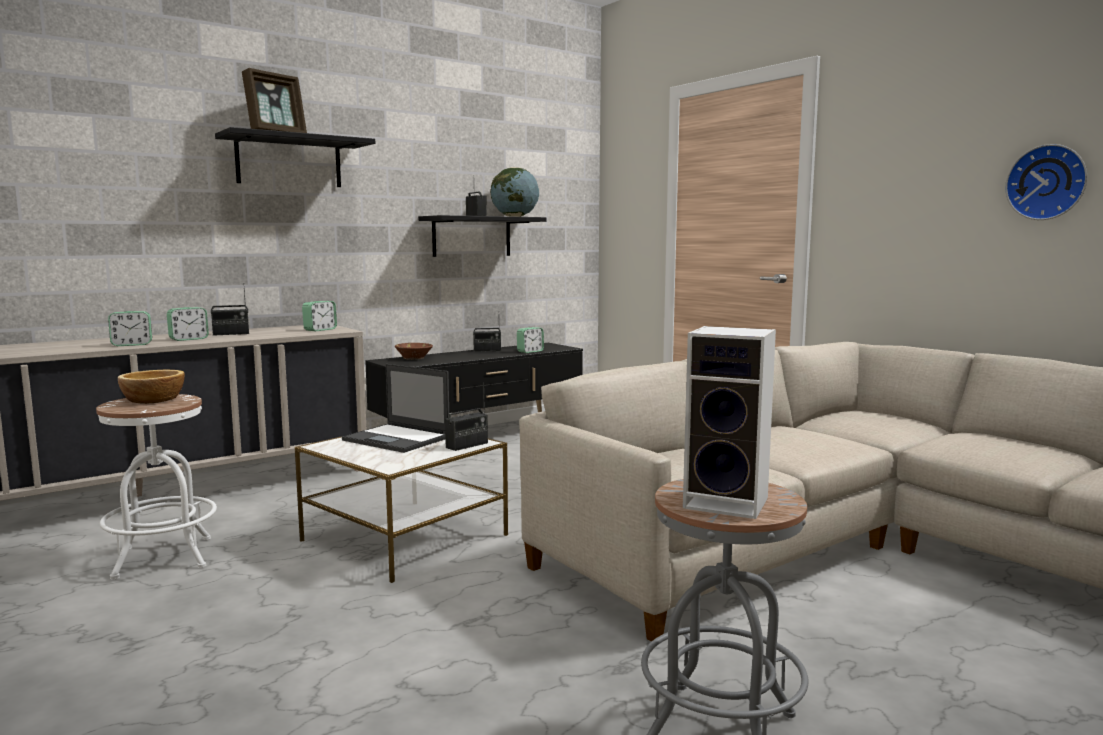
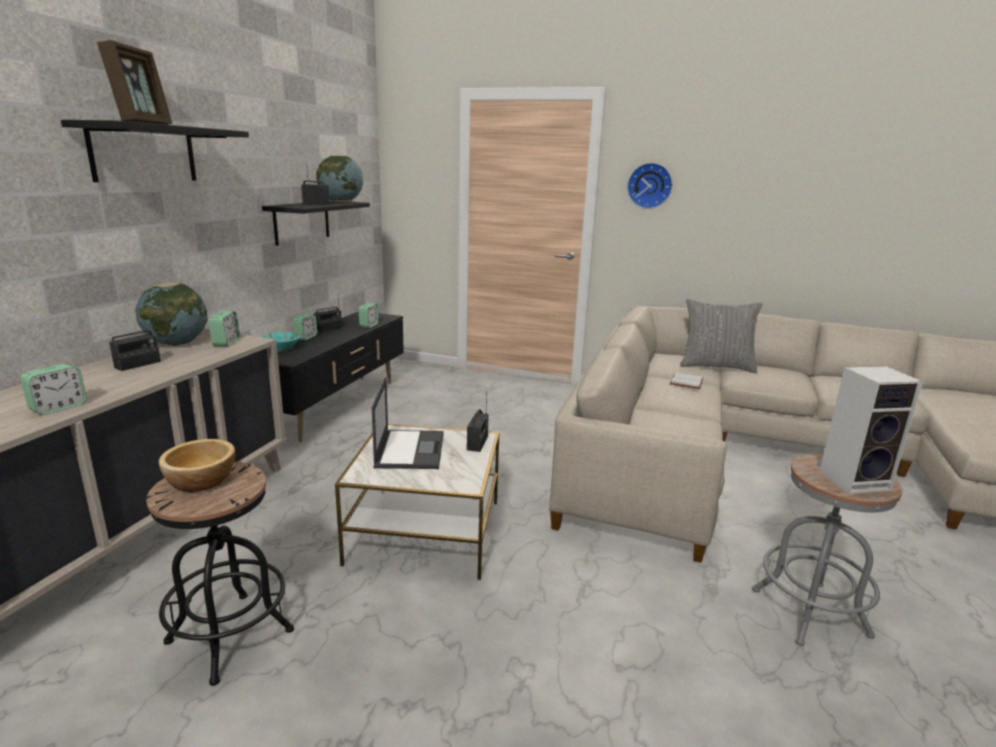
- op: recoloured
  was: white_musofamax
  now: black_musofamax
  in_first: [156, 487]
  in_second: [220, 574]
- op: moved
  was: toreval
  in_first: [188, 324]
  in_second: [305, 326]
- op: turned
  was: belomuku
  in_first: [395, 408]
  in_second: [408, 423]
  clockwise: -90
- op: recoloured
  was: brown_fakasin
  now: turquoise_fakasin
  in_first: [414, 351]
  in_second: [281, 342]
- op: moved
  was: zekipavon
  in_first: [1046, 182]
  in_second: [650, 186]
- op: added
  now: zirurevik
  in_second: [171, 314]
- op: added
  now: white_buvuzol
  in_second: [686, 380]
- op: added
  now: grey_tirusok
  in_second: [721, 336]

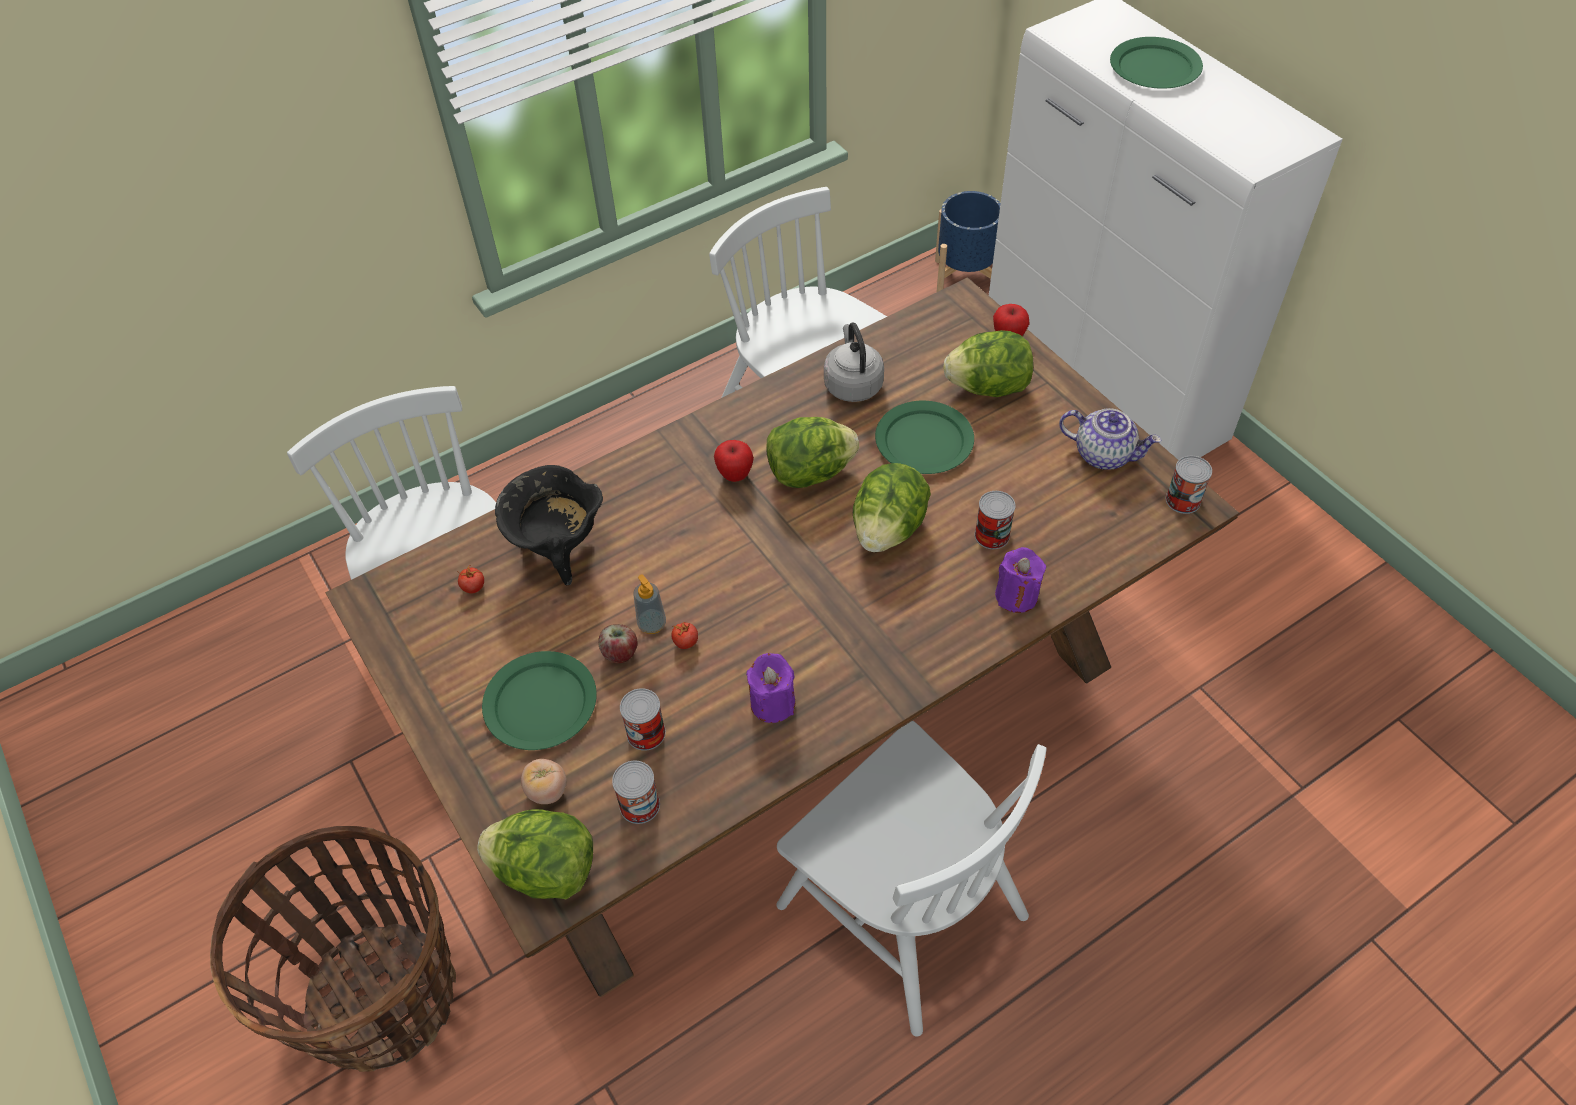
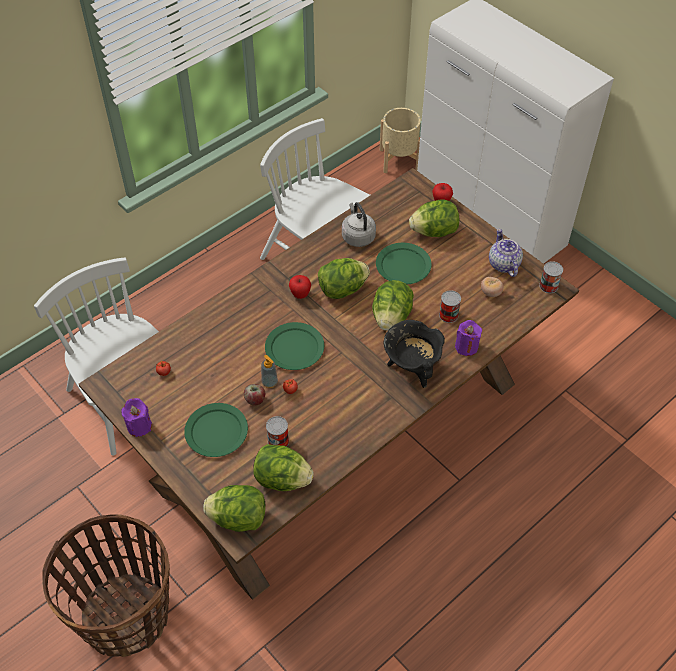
- op: moved
  was: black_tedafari
  in_first: [549, 525]
  in_second: [414, 354]
- op: moved
  was: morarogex
  in_first: [544, 781]
  in_second: [492, 287]
- op: replaced
  was: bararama
  now: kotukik
  in_first: [636, 792]
  in_second: [283, 467]
- op: moved
  was: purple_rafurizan
  in_first: [770, 688]
  in_second: [136, 417]
- op: removed
  was: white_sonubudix
  in_first: [911, 879]
- op: recoloured
  was: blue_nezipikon
  now: beige_nezipikon
  in_first: [968, 241]
  in_second: [400, 140]
- op: turned
  was: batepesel
  in_first: [1110, 439]
  in_second: [506, 252]
  clockwise: -120
- op: moved
  was: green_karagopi
  in_first: [1156, 63]
  in_second: [294, 346]

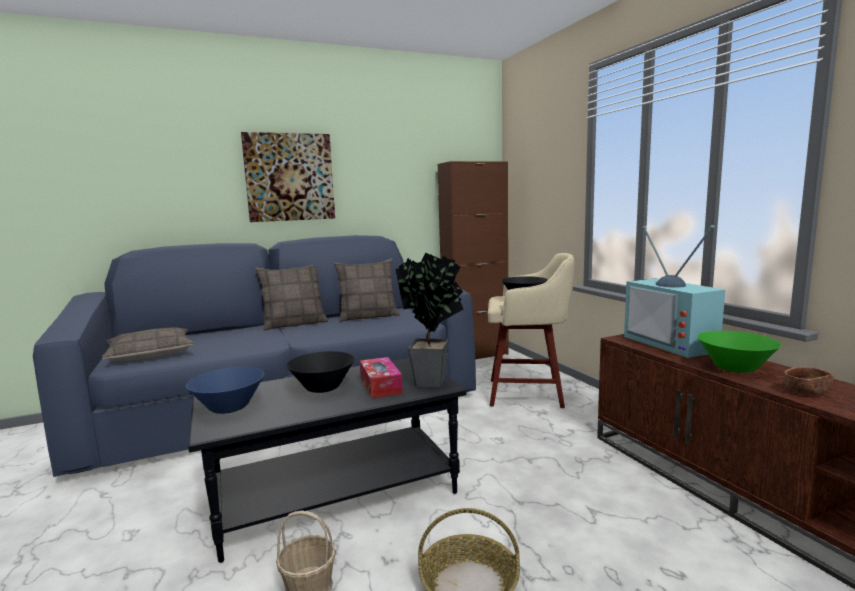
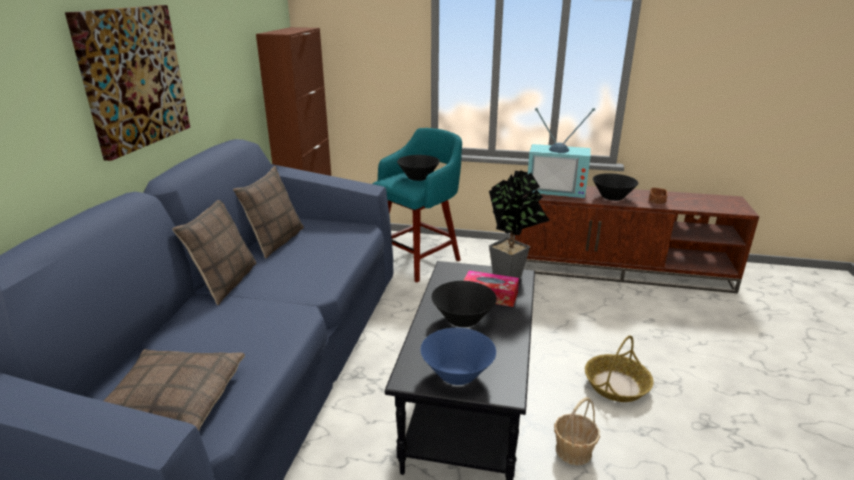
- op: recoloured
  was: beige_musofamax
  now: turquoise_musofamax
  in_first: [531, 330]
  in_second: [417, 205]
- op: recoloured
  was: green_fakasin
  now: black_fakasin
  in_first: [739, 352]
  in_second: [615, 187]

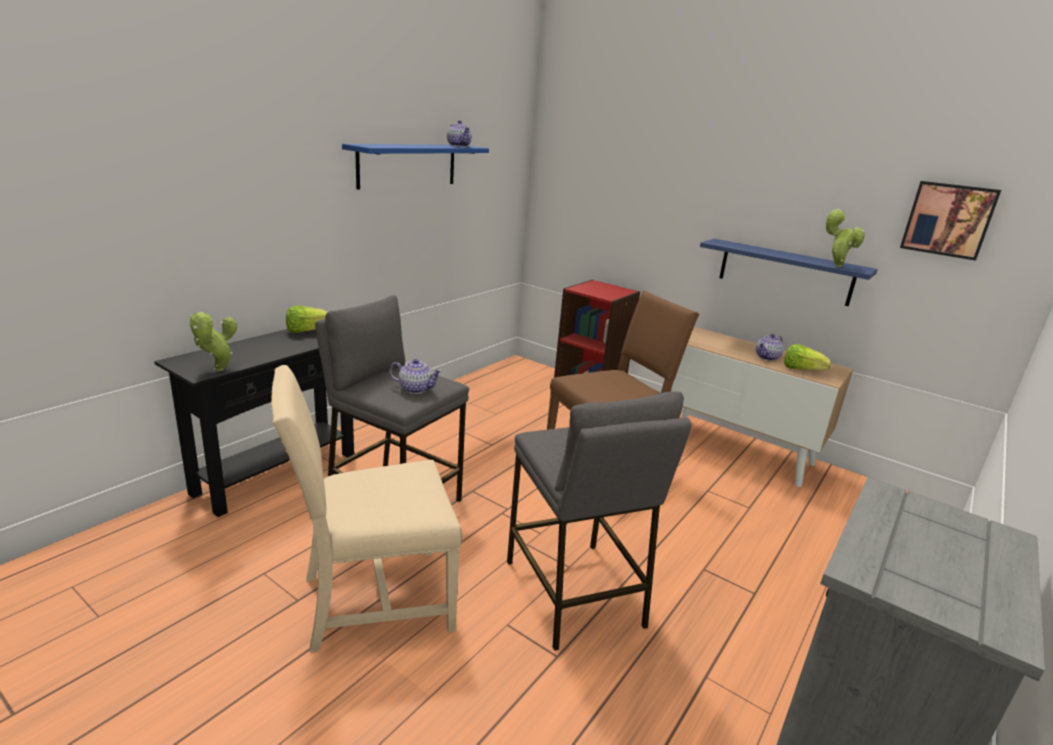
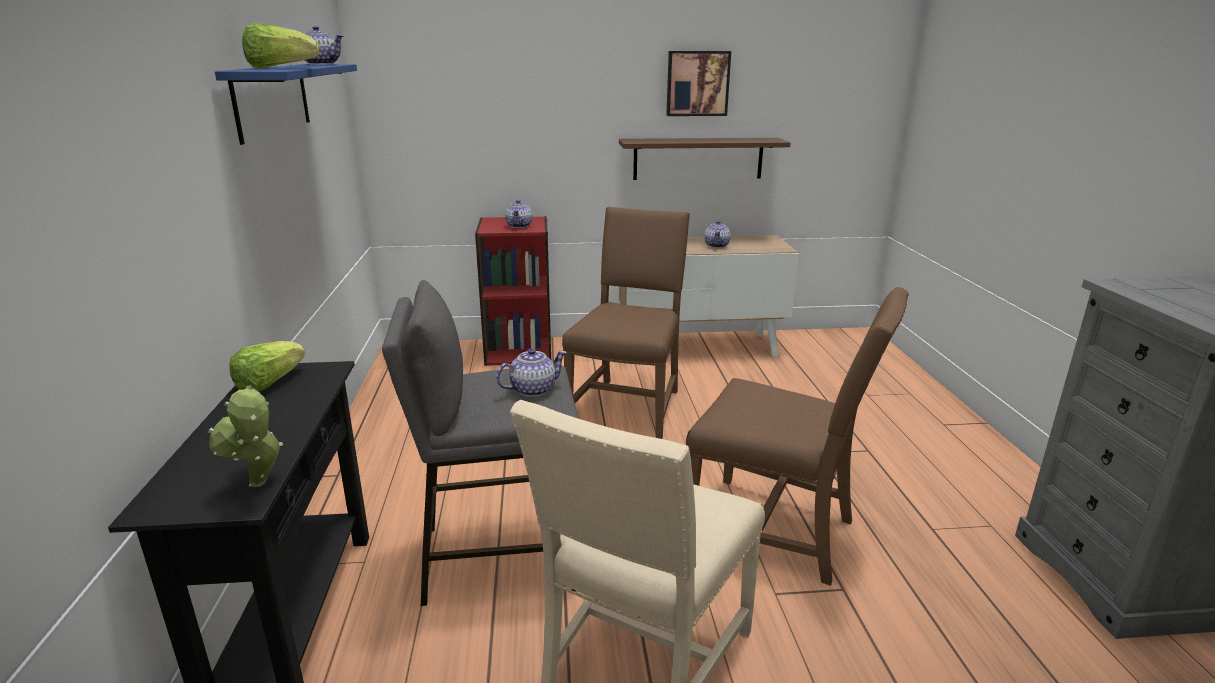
- op: replaced
  was: grey_musofamax
  now: brown_sonubudix
  in_first: [599, 521]
  in_second: [797, 436]
- op: recoloured
  was: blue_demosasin
  now: brown_demosasin
  in_first: [789, 272]
  in_second: [704, 159]
- op: moved
  was: kotukik
  in_first: [807, 357]
  in_second: [280, 45]
- op: removed
  was: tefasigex
  in_first: [845, 238]
- op: moved
  was: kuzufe
  in_first: [950, 221]
  in_second: [698, 83]
- op: added
  now: batepesel
  in_second: [518, 214]

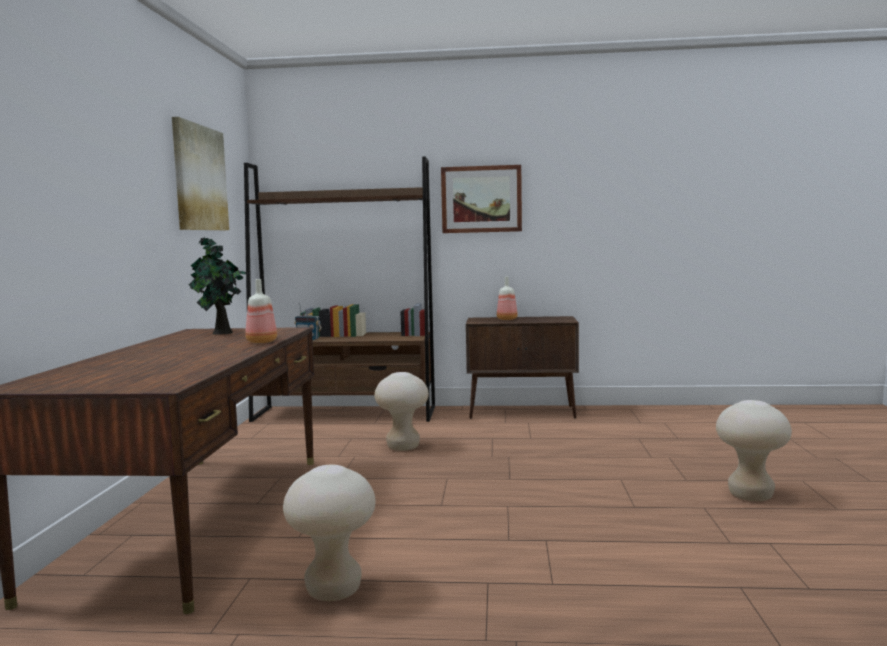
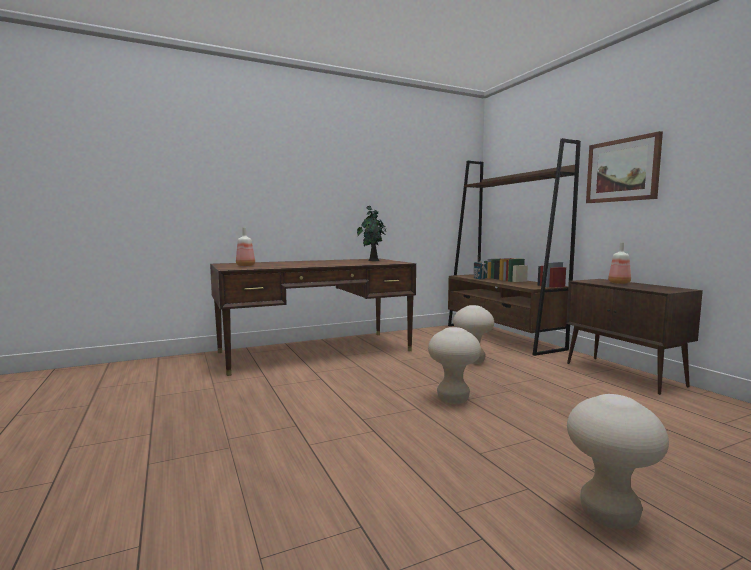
- op: removed
  was: kuzufe
  in_first: [200, 173]
- op: moved
  was: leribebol
  in_first: [261, 311]
  in_second: [245, 246]
- op: moved
  was: beige_musofamax
  in_first: [329, 533]
  in_second: [454, 365]

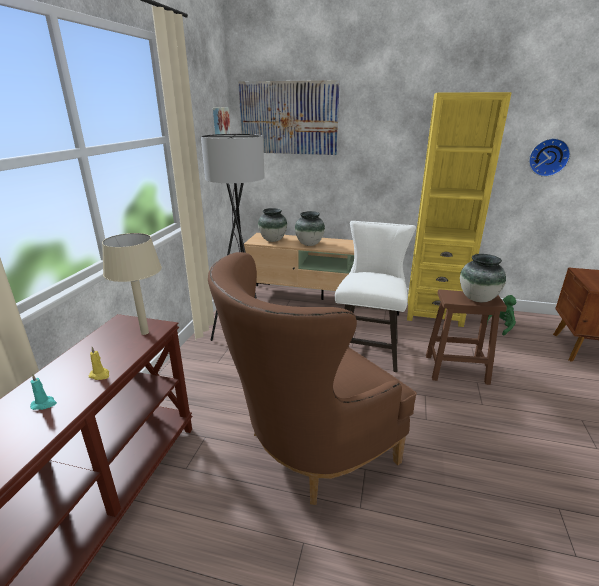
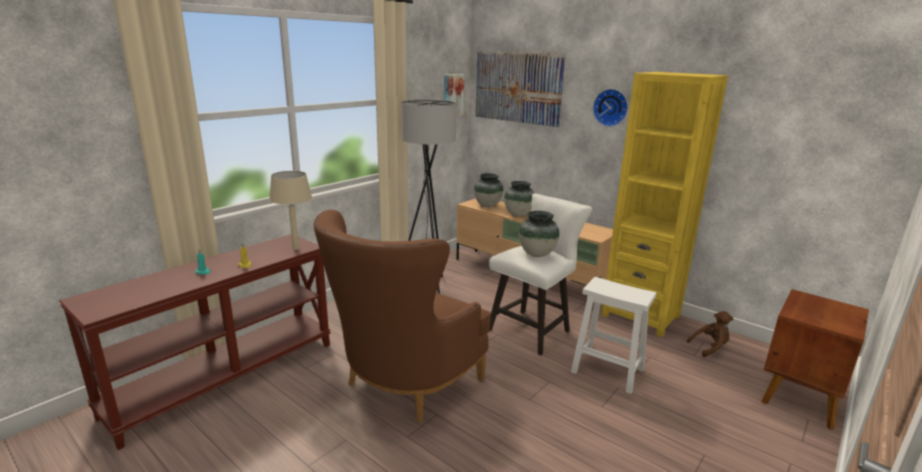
- op: turned
  was: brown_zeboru
  in_first: [312, 378]
  in_second: [402, 316]
  clockwise: -45
- op: recoloured
  was: brown_musofamax
  now: white_musofamax
  in_first: [466, 337]
  in_second: [613, 335]
- op: moved
  was: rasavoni
  in_first: [483, 278]
  in_second: [539, 234]
- op: recoloured
  was: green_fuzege
  now: brown_fuzege
  in_first: [501, 315]
  in_second: [710, 334]
- op: moved
  was: zekipavon
  in_first: [550, 157]
  in_second: [610, 108]

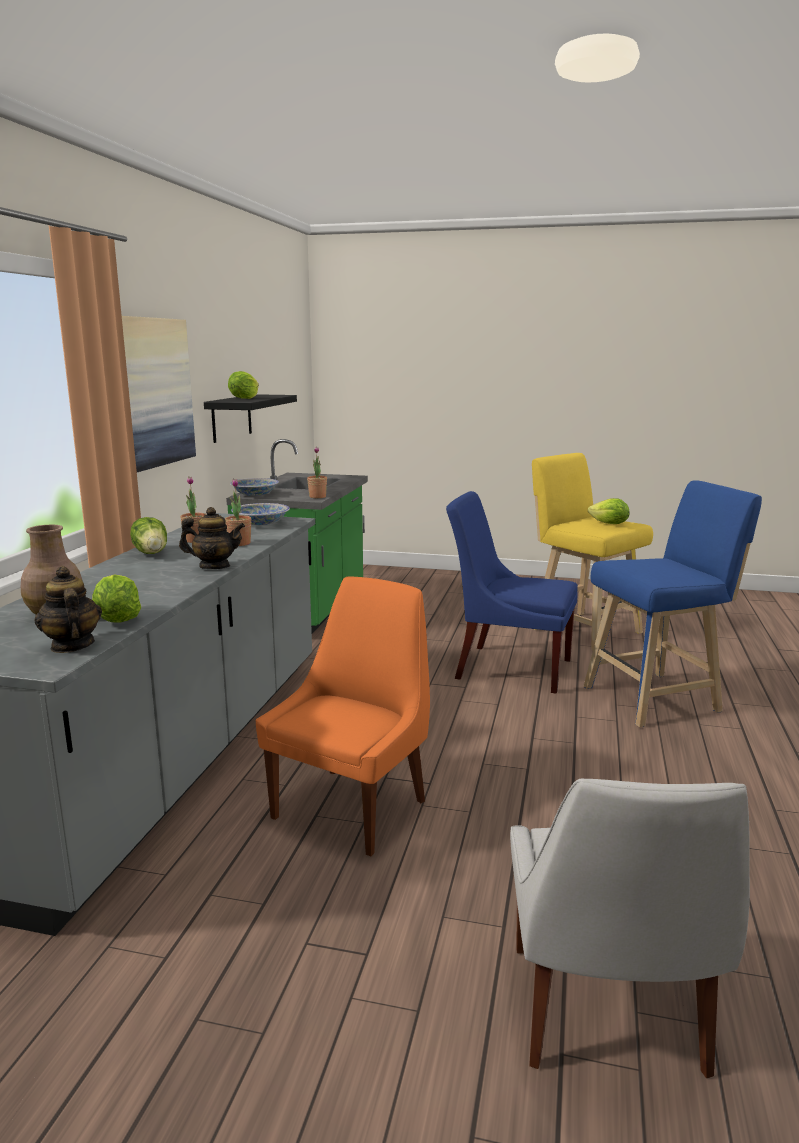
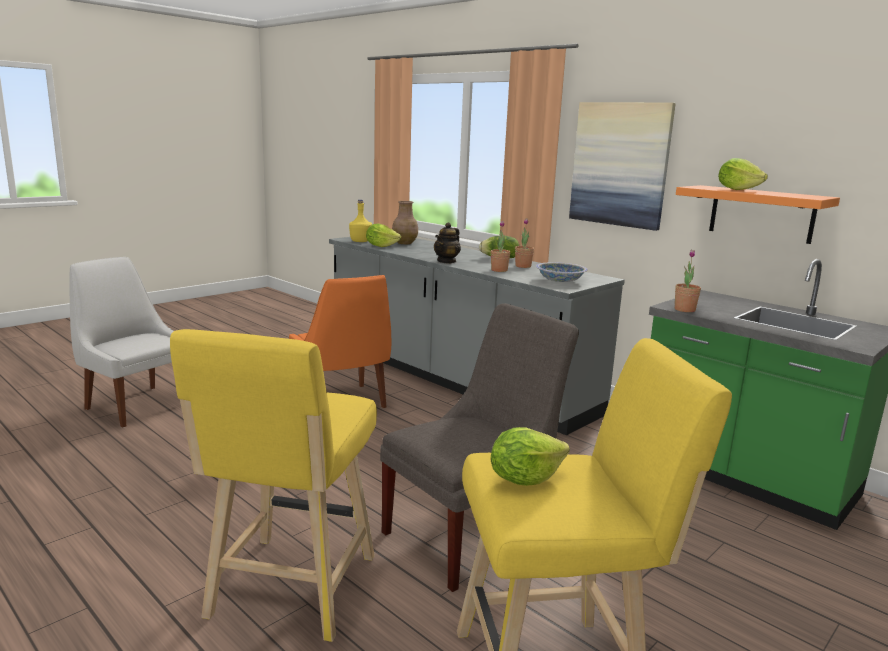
- op: replaced
  was: batepesel
  now: yellow_leribebol
  in_first: [68, 609]
  in_second: [360, 221]
- op: recoloured
  was: black_demosasin
  now: orange_demosasin
  in_first: [250, 418]
  in_second: [758, 214]
- op: removed
  was: fakasin
  in_first: [254, 487]
- op: recoloured
  was: blue_sonubudix
  now: grey_sonubudix
  in_first: [512, 592]
  in_second: [479, 447]
- op: recoloured
  was: blue_musofamax
  now: yellow_musofamax
  in_first: [672, 603]
  in_second: [273, 485]

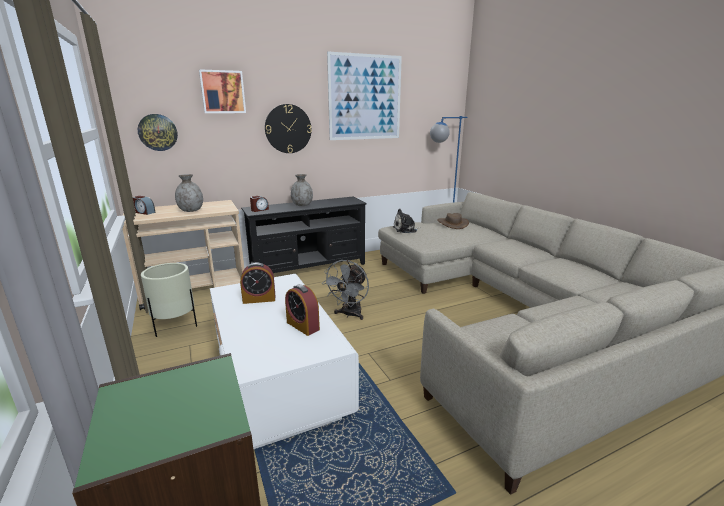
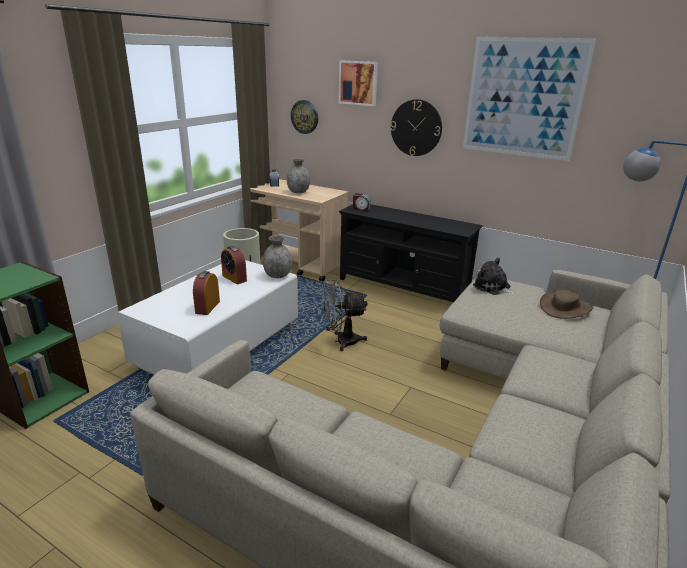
- op: moved
  was: grey_rasavoni
  in_first: [302, 190]
  in_second: [277, 256]

